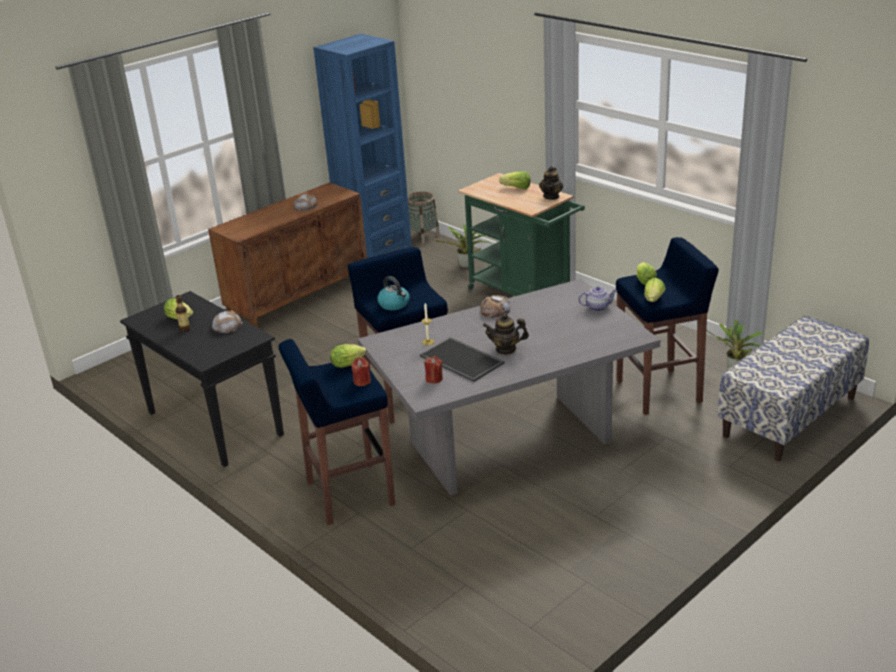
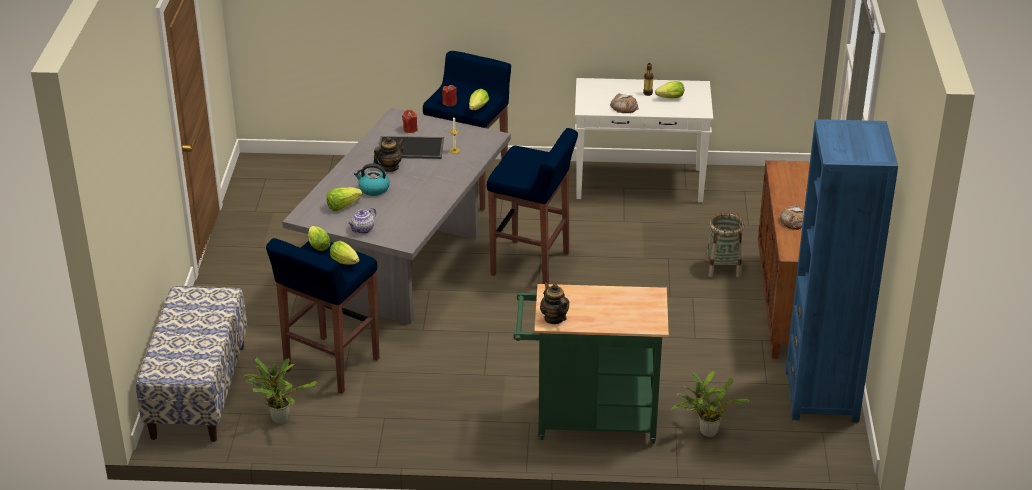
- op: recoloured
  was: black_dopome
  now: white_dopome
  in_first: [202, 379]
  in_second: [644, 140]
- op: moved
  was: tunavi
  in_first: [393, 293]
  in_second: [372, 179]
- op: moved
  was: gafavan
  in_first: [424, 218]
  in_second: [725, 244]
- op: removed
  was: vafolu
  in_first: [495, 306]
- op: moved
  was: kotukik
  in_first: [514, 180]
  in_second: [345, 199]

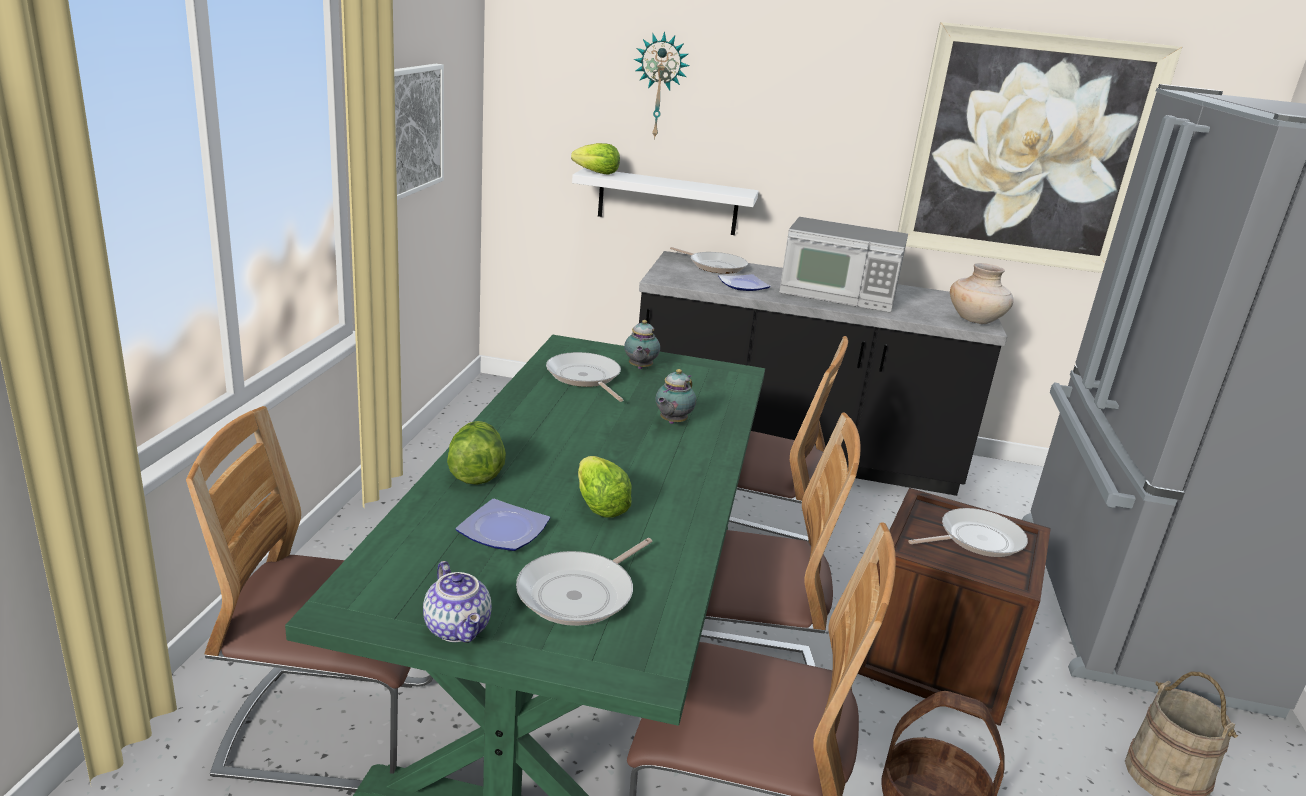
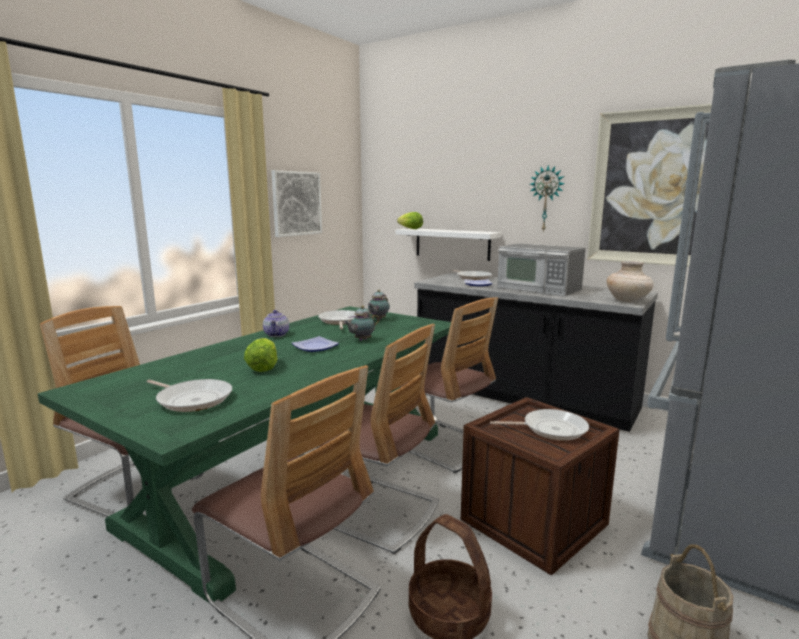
- op: moved
  was: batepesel
  in_first: [457, 602]
  in_second: [276, 323]
- op: removed
  was: kotukik
  in_first: [476, 453]
- op: moved
  was: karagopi
  in_first: [503, 525]
  in_second: [315, 344]
- op: turned
  was: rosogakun
  in_first: [584, 582]
  in_second: [189, 395]
  clockwise: -120
- op: moved
  was: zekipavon
  in_first: [661, 85]
  in_second: [547, 198]

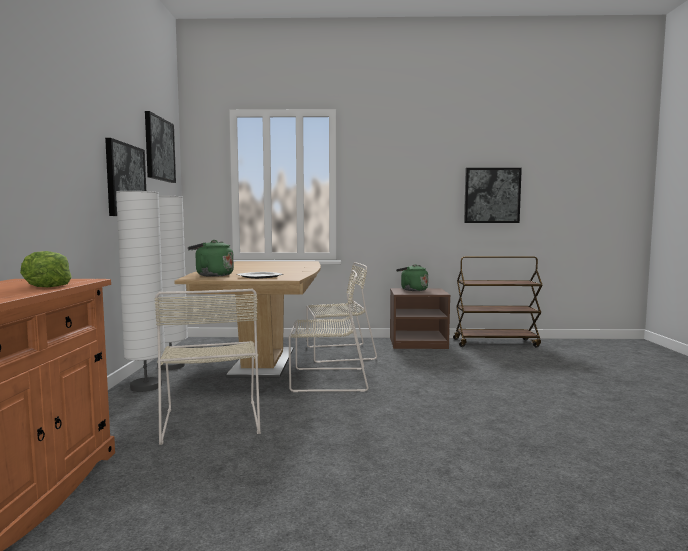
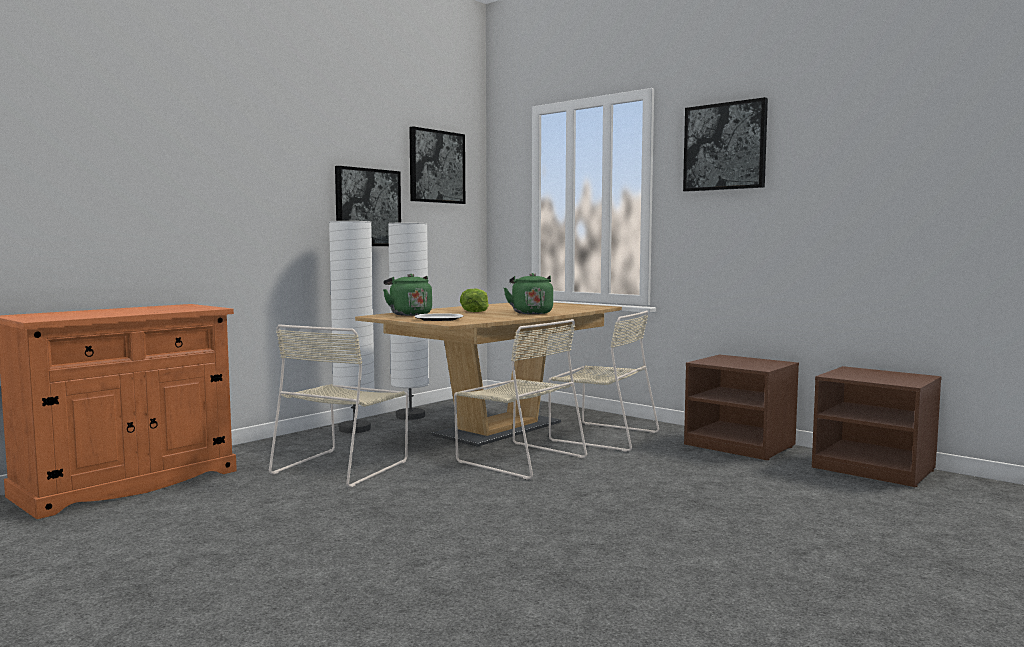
- op: moved
  was: kotukik
  in_first: [46, 269]
  in_second: [474, 300]
- op: moved
  was: green_tunavi
  in_first: [412, 277]
  in_second: [528, 293]
- op: replaced
  was: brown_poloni
  now: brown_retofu
  in_first: [497, 302]
  in_second: [877, 426]
- op: moved
  was: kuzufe
  in_first: [493, 195]
  in_second: [725, 144]

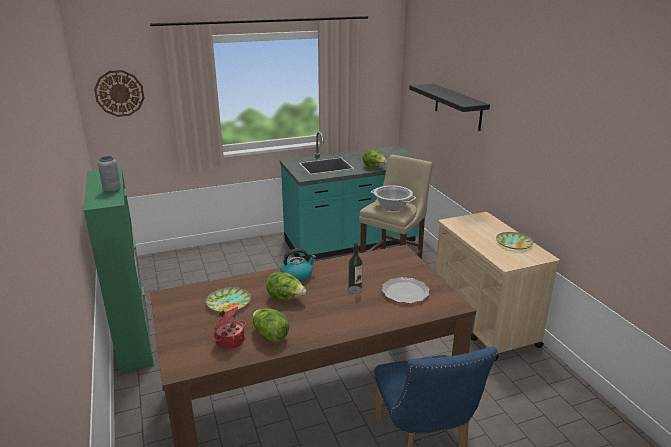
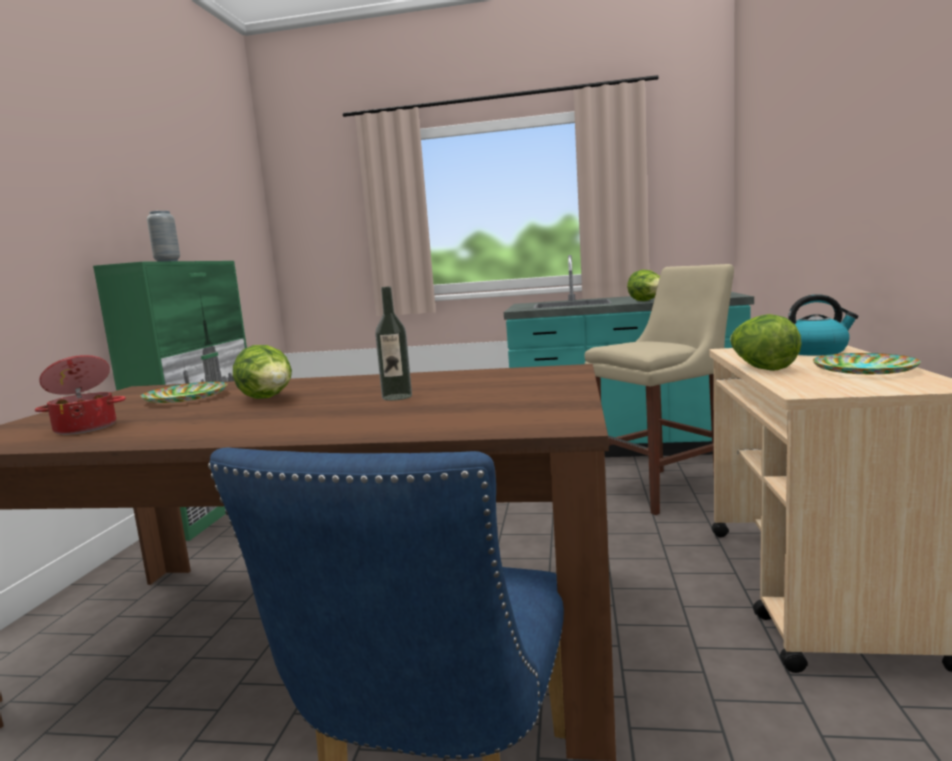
- op: removed
  was: zekipavon
  in_first: [119, 93]
- op: moved
  was: kotukik
  in_first: [271, 325]
  in_second: [766, 342]
- op: moved
  was: tunavi
  in_first: [298, 265]
  in_second: [823, 325]
- op: removed
  was: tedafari
  in_first: [393, 198]
- op: removed
  was: karagopi
  in_first: [405, 290]
- op: removed
  was: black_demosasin
  in_first: [449, 107]

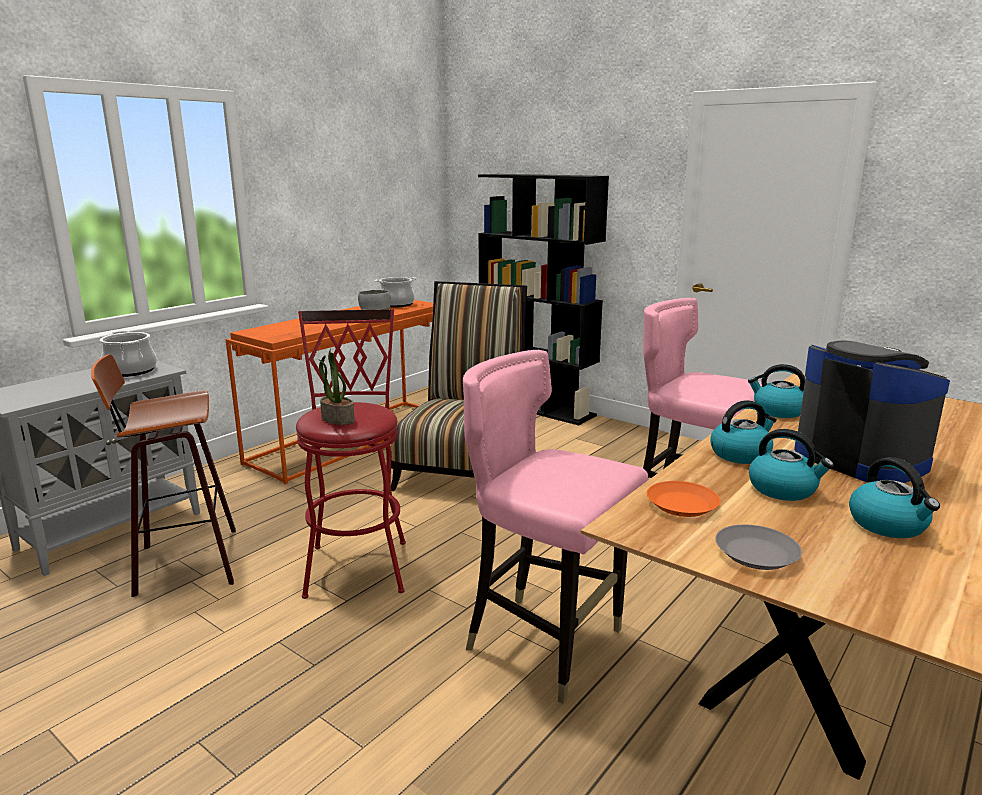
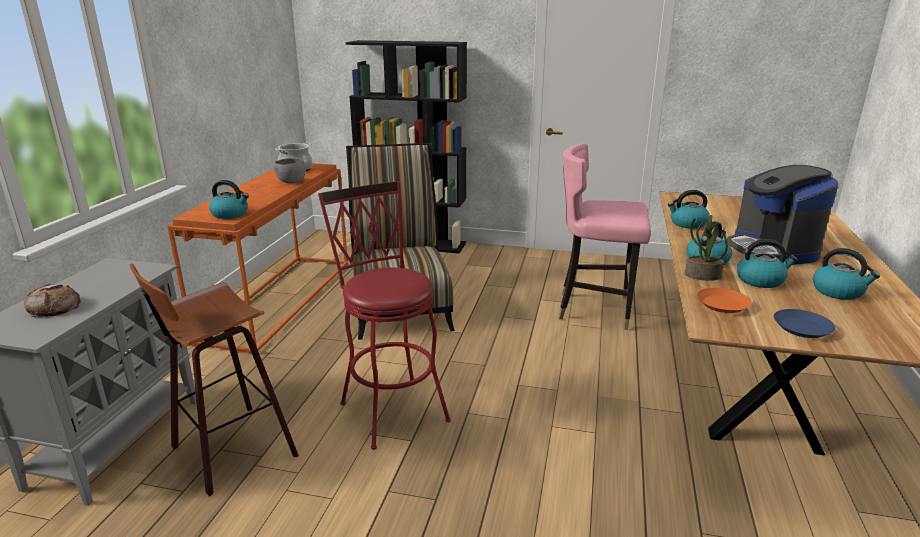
- op: removed
  was: tedafari
  in_first: [128, 354]
- op: moved
  was: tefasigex
  in_first: [336, 386]
  in_second: [706, 248]
- op: removed
  was: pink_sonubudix
  in_first: [556, 527]
- op: recoloured
  was: grey_karagopi
  now: blue_karagopi
  in_first: [758, 547]
  in_second: [805, 323]
- op: turned
  was: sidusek
  in_first: [872, 411]
  in_second: [782, 215]
  clockwise: -135
- op: added
  now: vafolu
  in_second: [52, 300]
- op: added
  now: tunavi
  in_second: [229, 199]

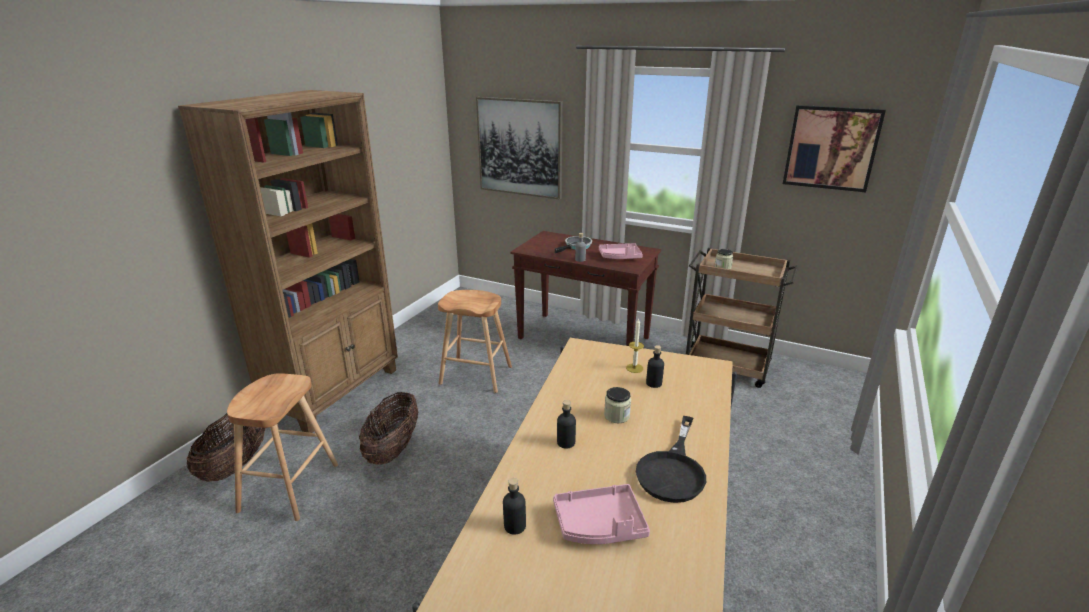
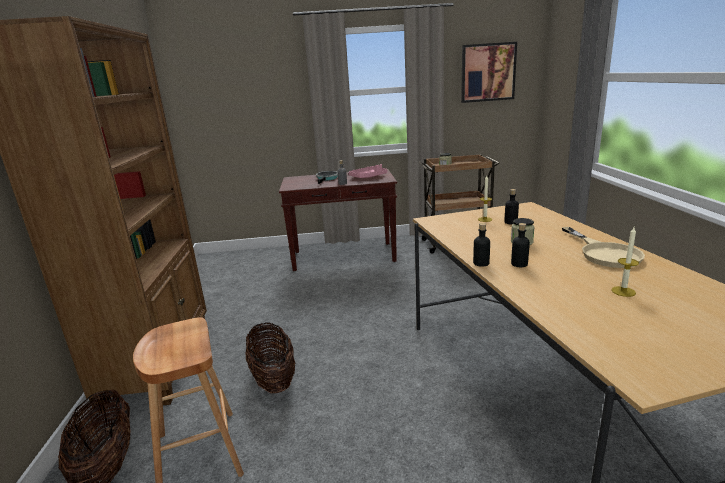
- op: removed
  was: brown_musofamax
  in_first: [475, 341]
- op: removed
  was: kuzufe
  in_first: [519, 148]
- op: moved
  was: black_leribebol
  in_first: [514, 506]
  in_second: [481, 245]
- op: replaced
  was: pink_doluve
  now: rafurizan
  in_first: [601, 514]
  in_second: [625, 262]
- op: recoloured
  was: black_rosogakun
  now: beige_rosogakun
  in_first: [671, 459]
  in_second: [603, 247]

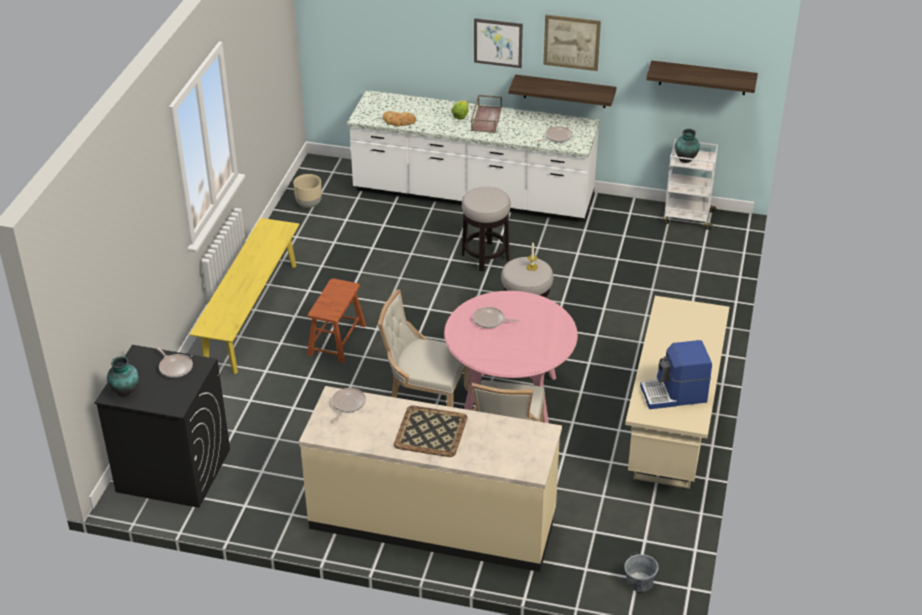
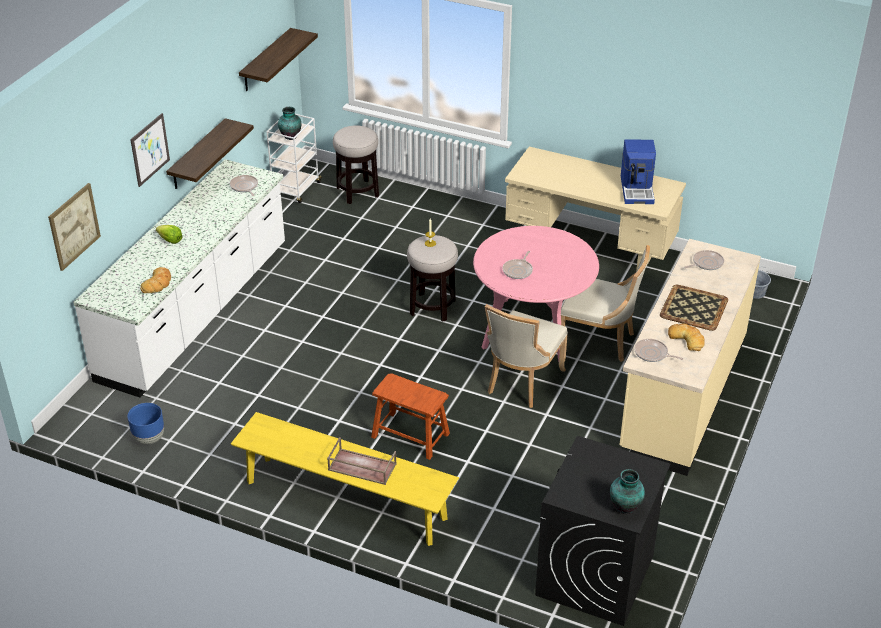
- op: moved
  was: rosogakun
  in_first: [175, 362]
  in_second: [704, 260]
- op: recoloured
  was: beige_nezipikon
  now: blue_nezipikon
  in_first: [307, 191]
  in_second: [145, 424]
- op: moved
  was: musofamax
  in_first: [486, 229]
  in_second: [356, 164]
- op: moved
  was: brown_doluve
  in_first: [486, 114]
  in_second: [362, 461]
- op: moved
  was: kuzufe
  in_first: [572, 43]
  in_second: [74, 227]
- op: added
  now: vafolu
  in_second: [686, 337]

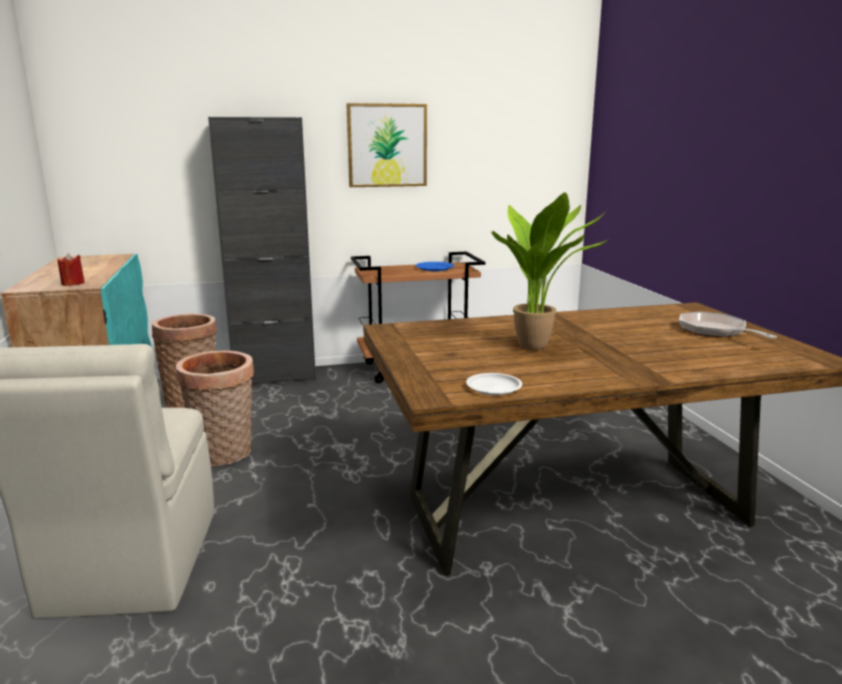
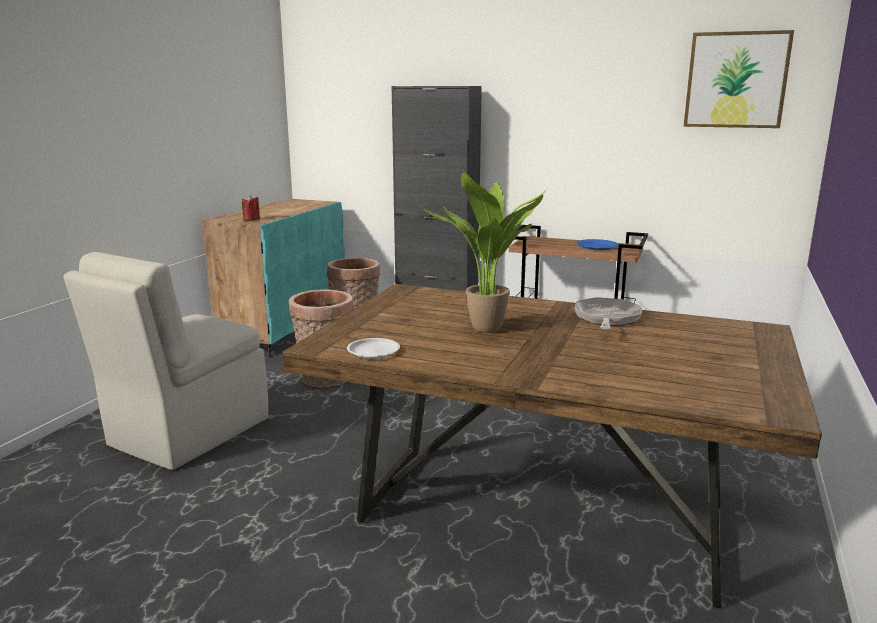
- op: moved
  was: kuzufe
  in_first: [386, 145]
  in_second: [738, 79]
- op: moved
  was: rosogakun
  in_first: [728, 325]
  in_second: [608, 313]

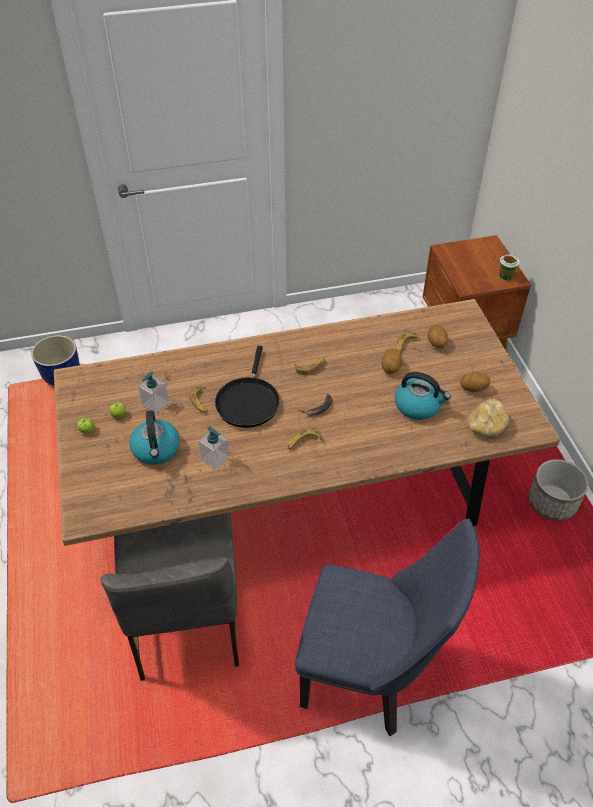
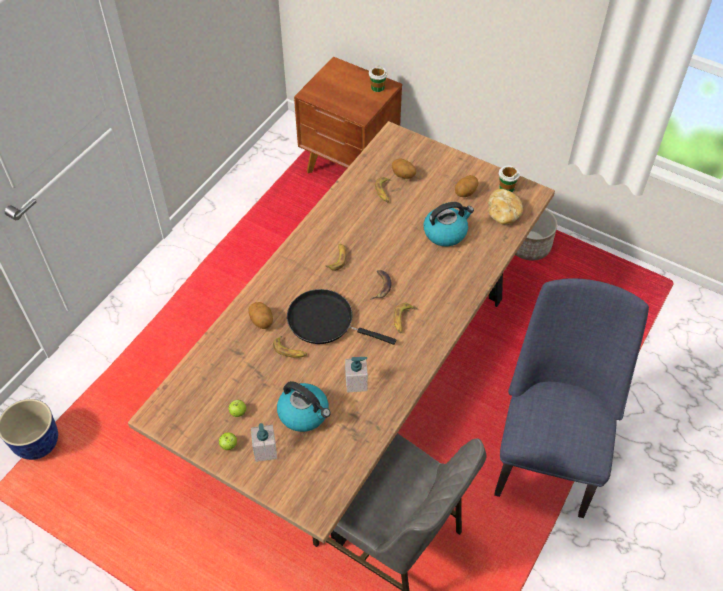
- op: moved
  was: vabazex
  in_first: [153, 392]
  in_second: [264, 442]
- op: turned
  was: black_rosogakun
  in_first: [247, 387]
  in_second: [341, 317]
  clockwise: 150
- op: turned
  was: blue_sonubudix
  in_first: [387, 627]
  in_second: [571, 398]
  clockwise: -45
- op: moved
  was: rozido
  in_first: [392, 361]
  in_second: [260, 315]
- op: added
  now: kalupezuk
  in_second: [509, 179]

